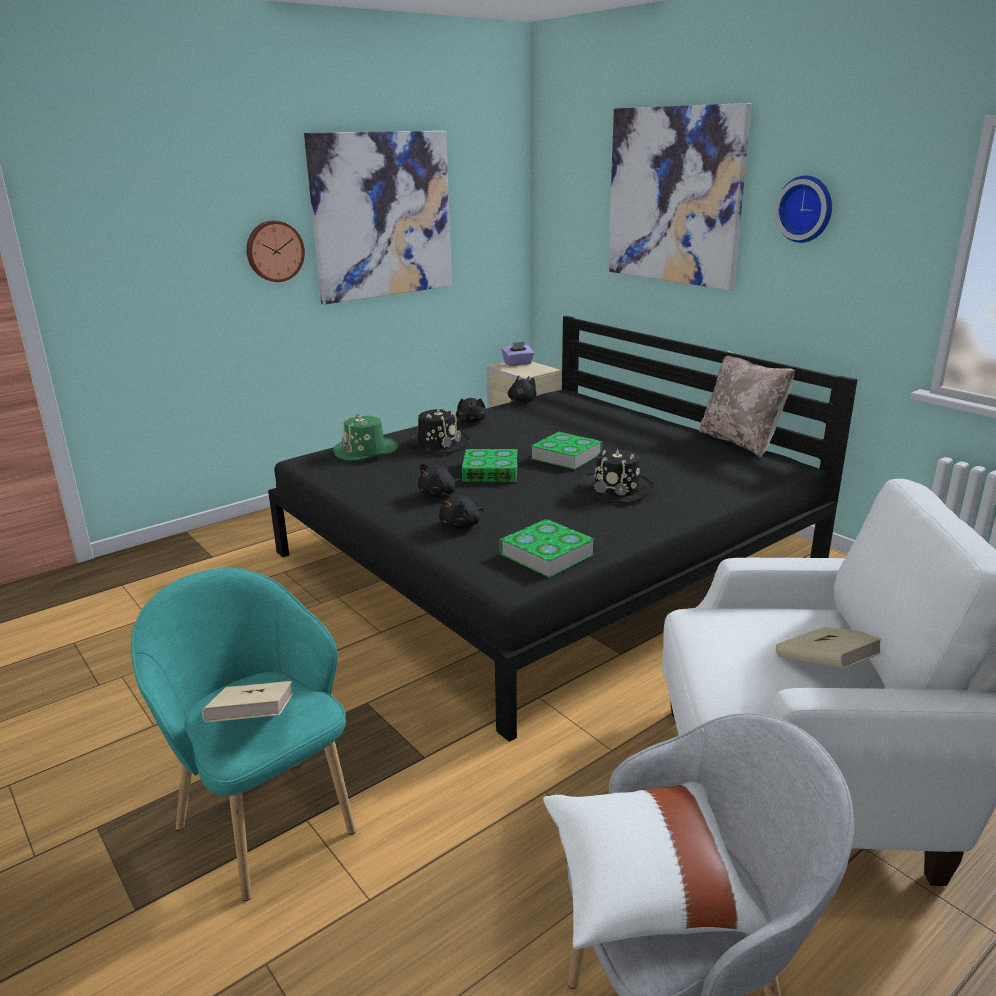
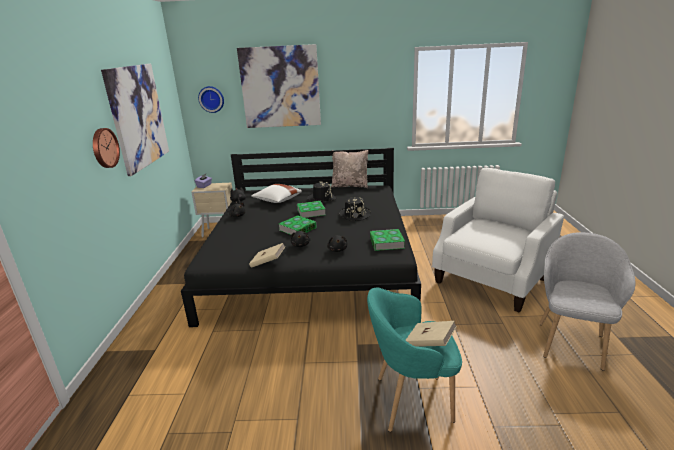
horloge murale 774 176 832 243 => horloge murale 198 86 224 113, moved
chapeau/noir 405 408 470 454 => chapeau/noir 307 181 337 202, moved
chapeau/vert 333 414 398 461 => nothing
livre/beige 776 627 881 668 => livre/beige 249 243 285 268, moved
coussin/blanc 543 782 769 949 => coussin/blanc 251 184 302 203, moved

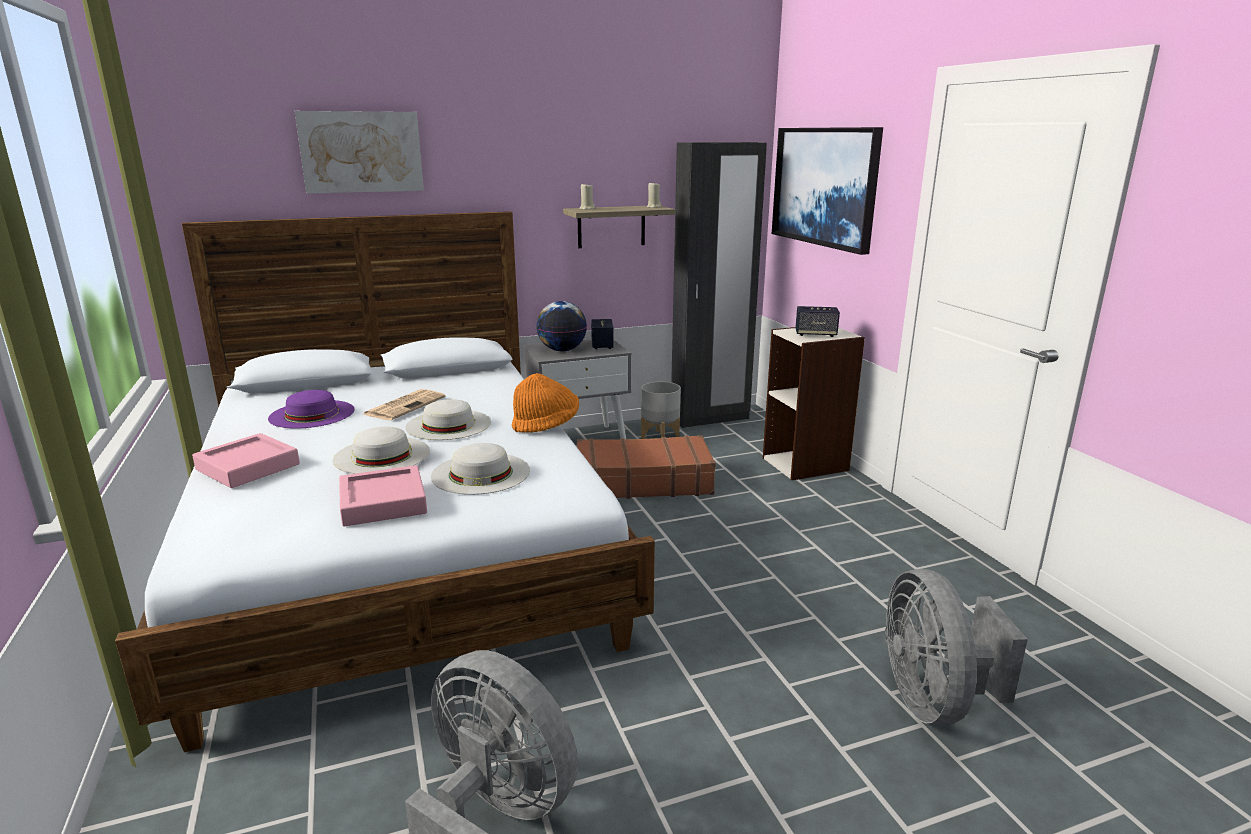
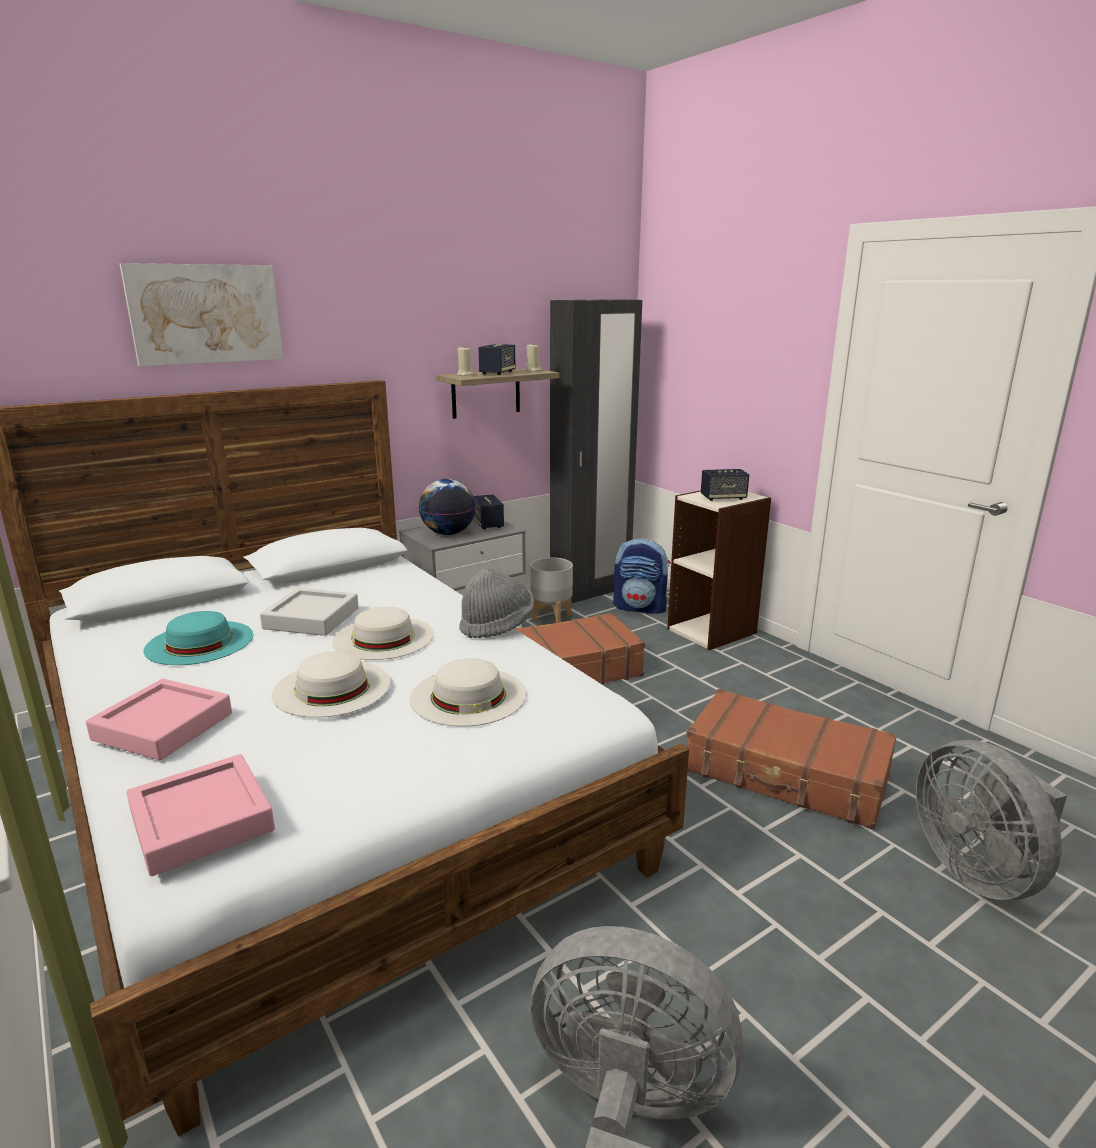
tableau 772 127 883 255 => nothing
chapeau/orange 512 373 579 433 => chapeau/gris 459 568 534 638
journal 363 389 445 420 => plateau/gris 260 588 359 636
chapeau/violet 268 390 355 429 => chapeau/turquoise 144 611 253 665
plateau/rose 339 465 427 526 => plateau/rose 126 754 275 876, moved
nothing => enceinte 478 344 515 375
nothing => sac à dos 613 538 671 614
nothing => valise/marron 686 689 897 830

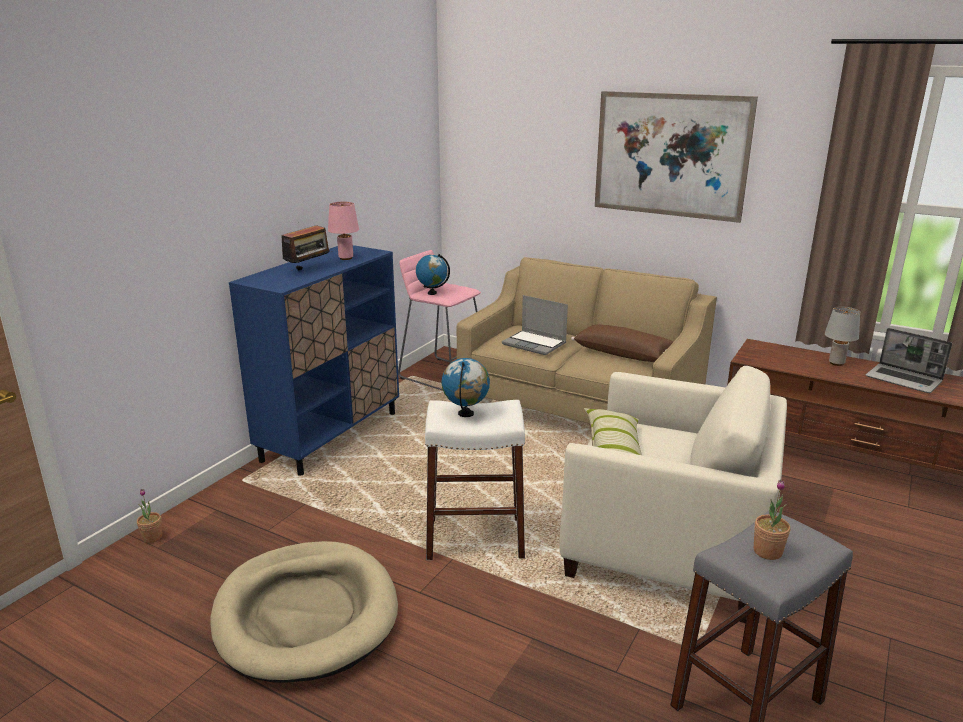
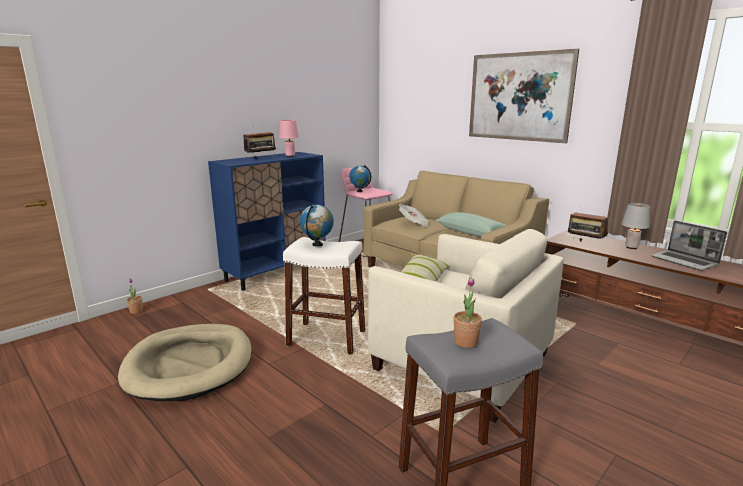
ordinateur portable 502 295 568 355 => journal 399 204 429 227
coussin/marron 571 324 674 362 => coussin/vert 436 212 506 237
nothing => radio 568 212 608 242

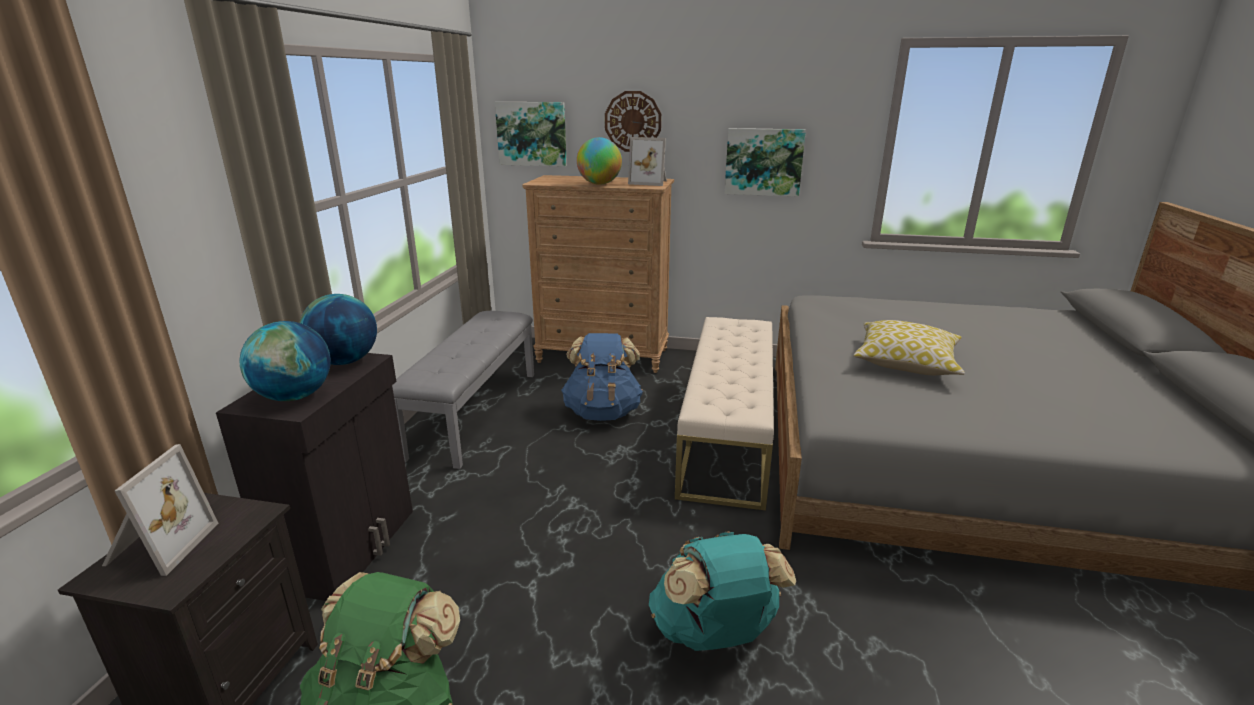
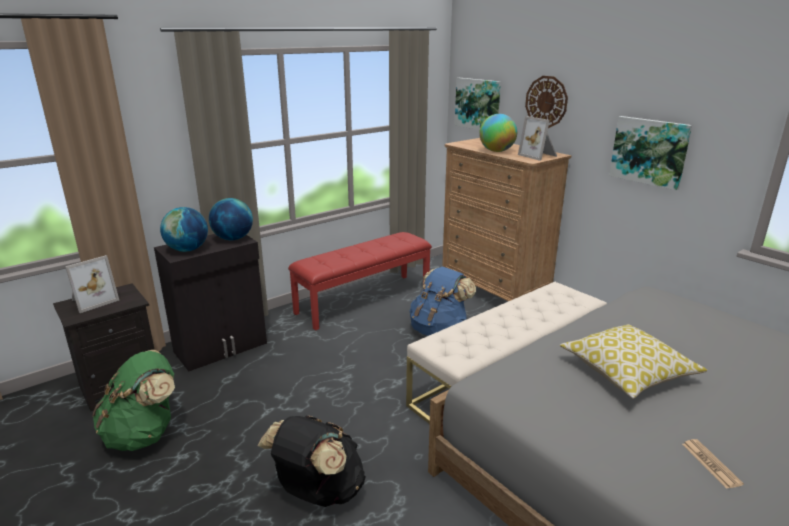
banc/gris 392 311 534 469 => banc/rouge 288 232 432 331
sac à dos/turquoise 649 531 796 651 => sac à dos/noir 258 416 366 507
nothing => journal 682 439 744 489

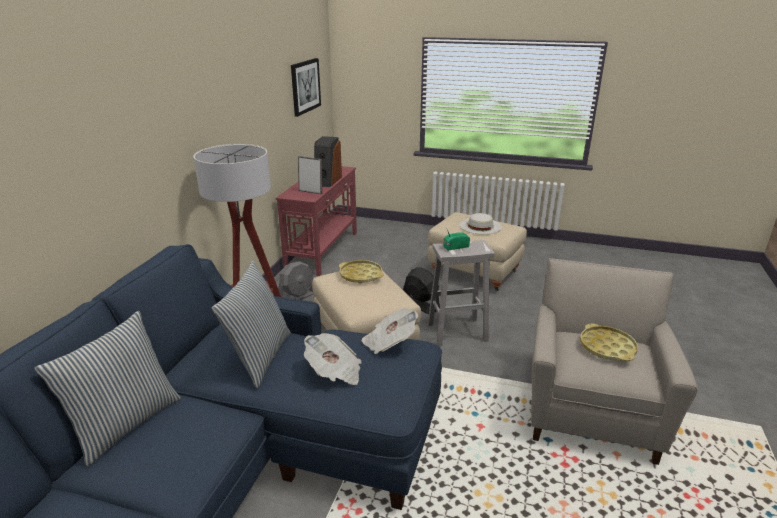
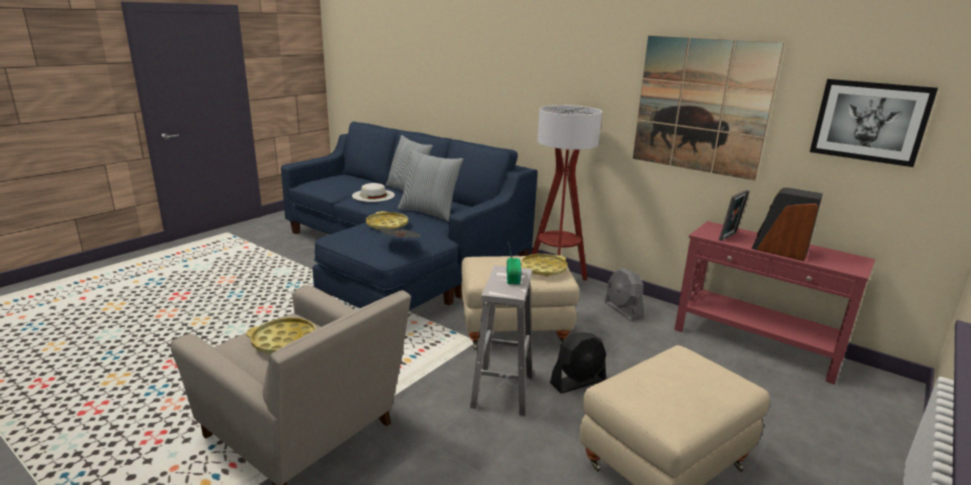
chapeau/blanc 460 213 502 234 => chapeau/blanc 352 183 395 202, moved
journal 304 333 362 385 => plateau/jaune 366 211 408 230
nothing => tableau 633 36 784 181

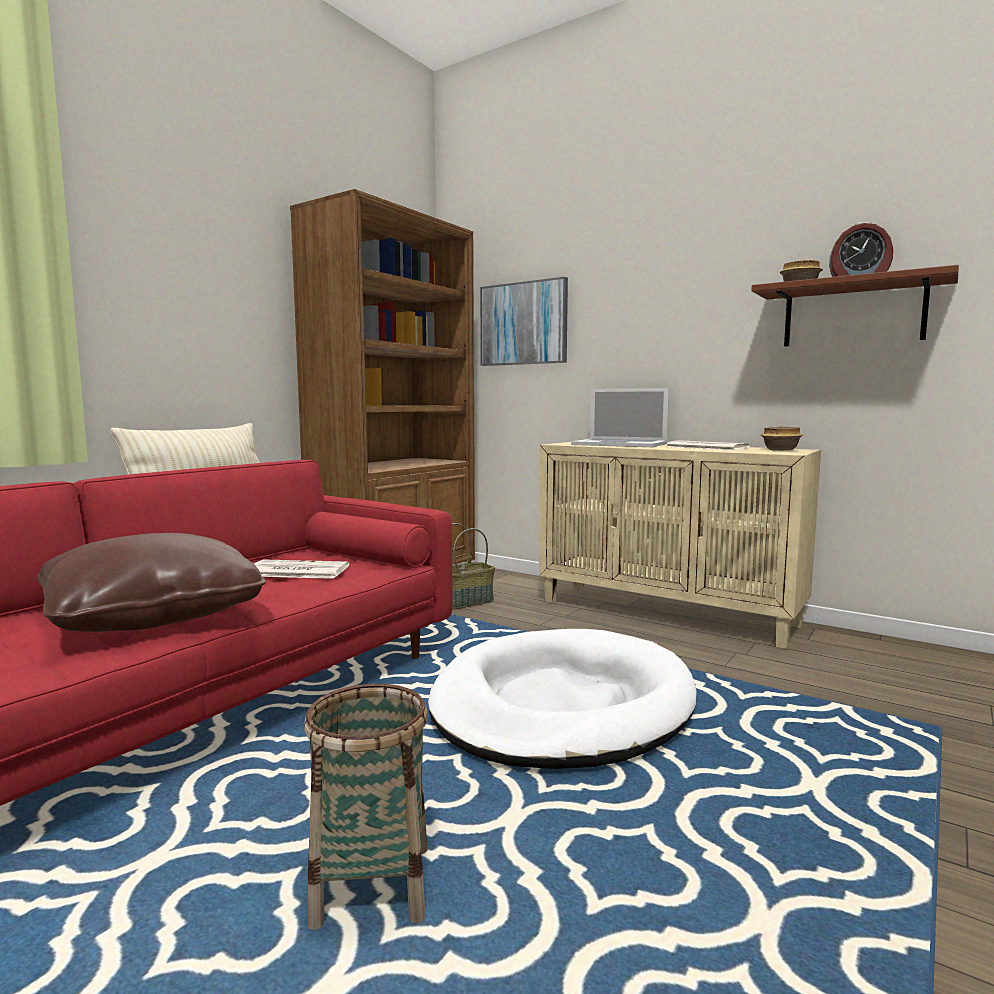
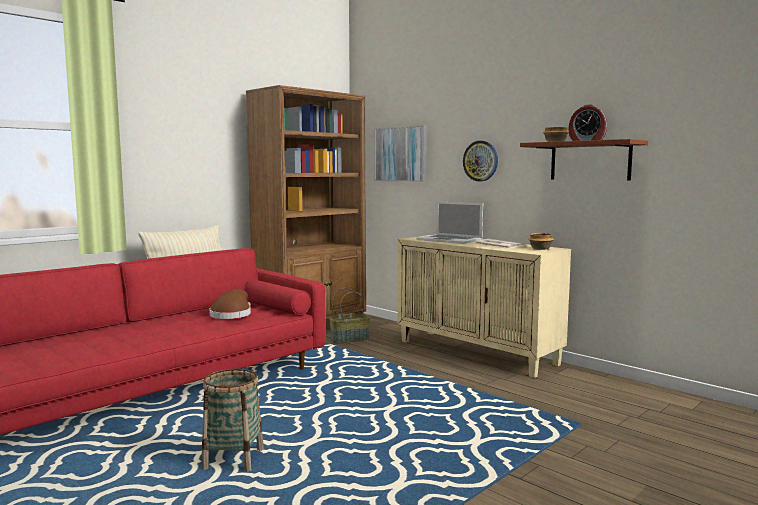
coussin/marron 37 533 266 632 => nothing
journal 254 559 349 579 => chapeau/marron 209 289 251 319
panier pour chien/blanc 428 629 696 769 => nothing
nothing => horloge murale 463 141 498 181

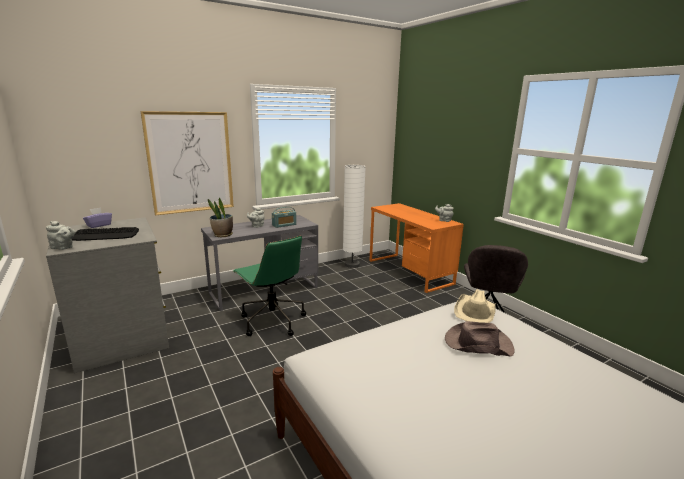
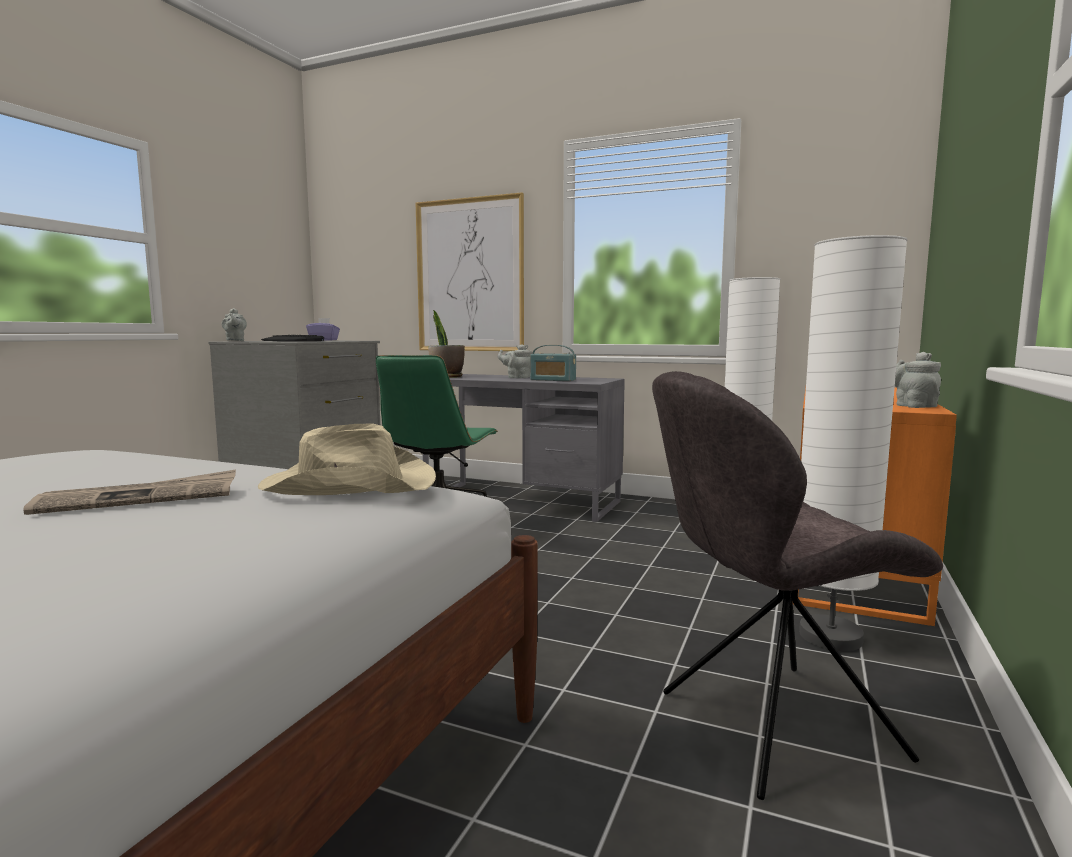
chapeau/marron 445 321 514 357 => journal 23 470 236 515
nothing => lampadaire/blanc 799 235 908 651

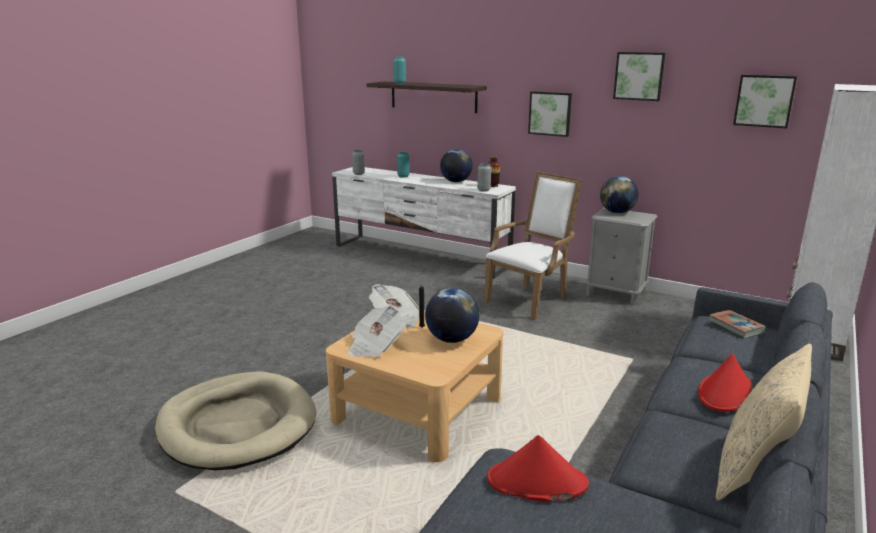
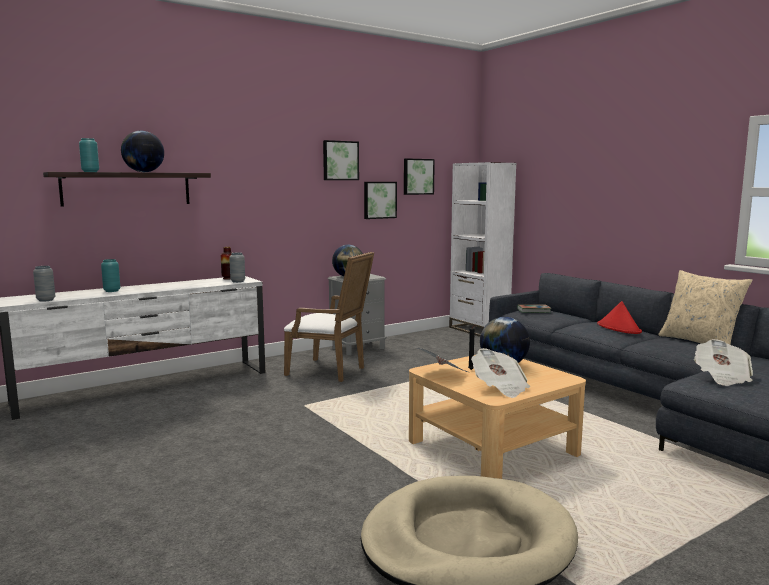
tableau 528 91 572 137 => tableau 364 182 397 219, moved
globe 440 149 473 182 => globe 121 131 164 172, moved
fauteuil/blanc 484 171 582 320 => fauteuil/blanc 284 252 374 382, 135 degrees clockwise
chapeau/rouge 487 435 589 502 => journal 694 339 753 386

